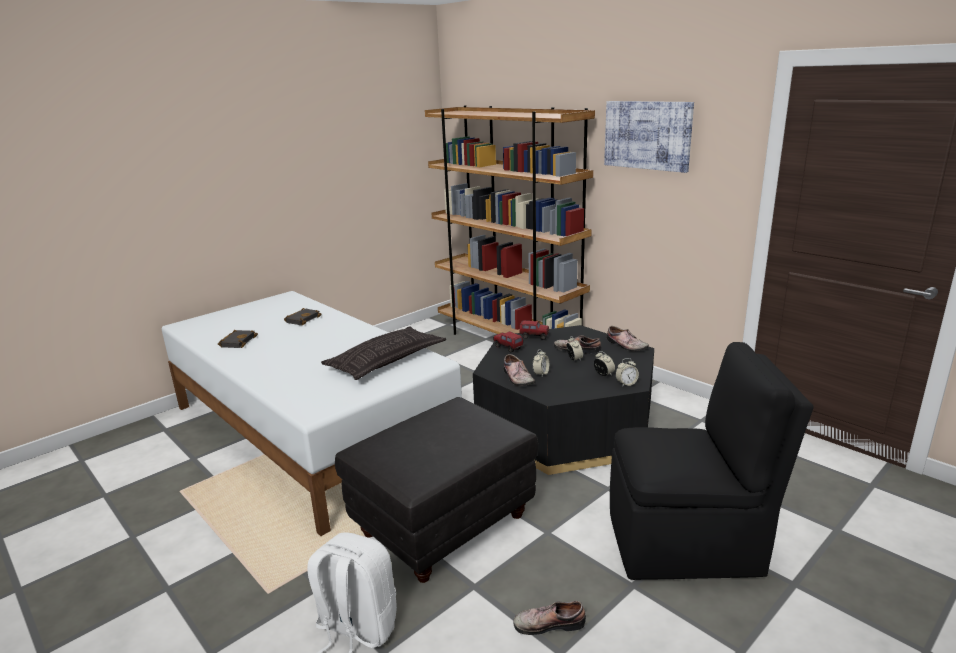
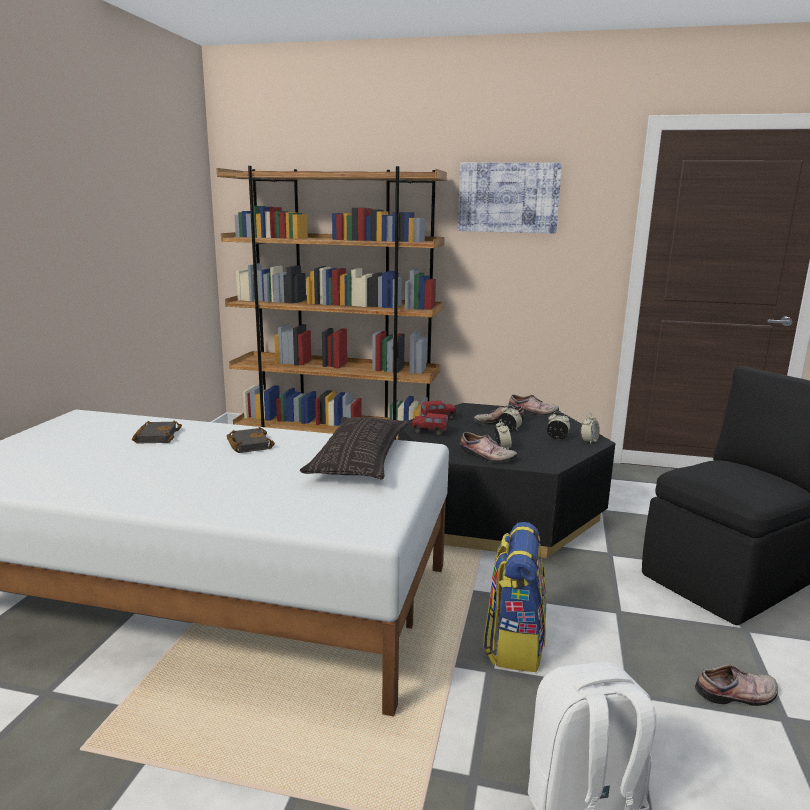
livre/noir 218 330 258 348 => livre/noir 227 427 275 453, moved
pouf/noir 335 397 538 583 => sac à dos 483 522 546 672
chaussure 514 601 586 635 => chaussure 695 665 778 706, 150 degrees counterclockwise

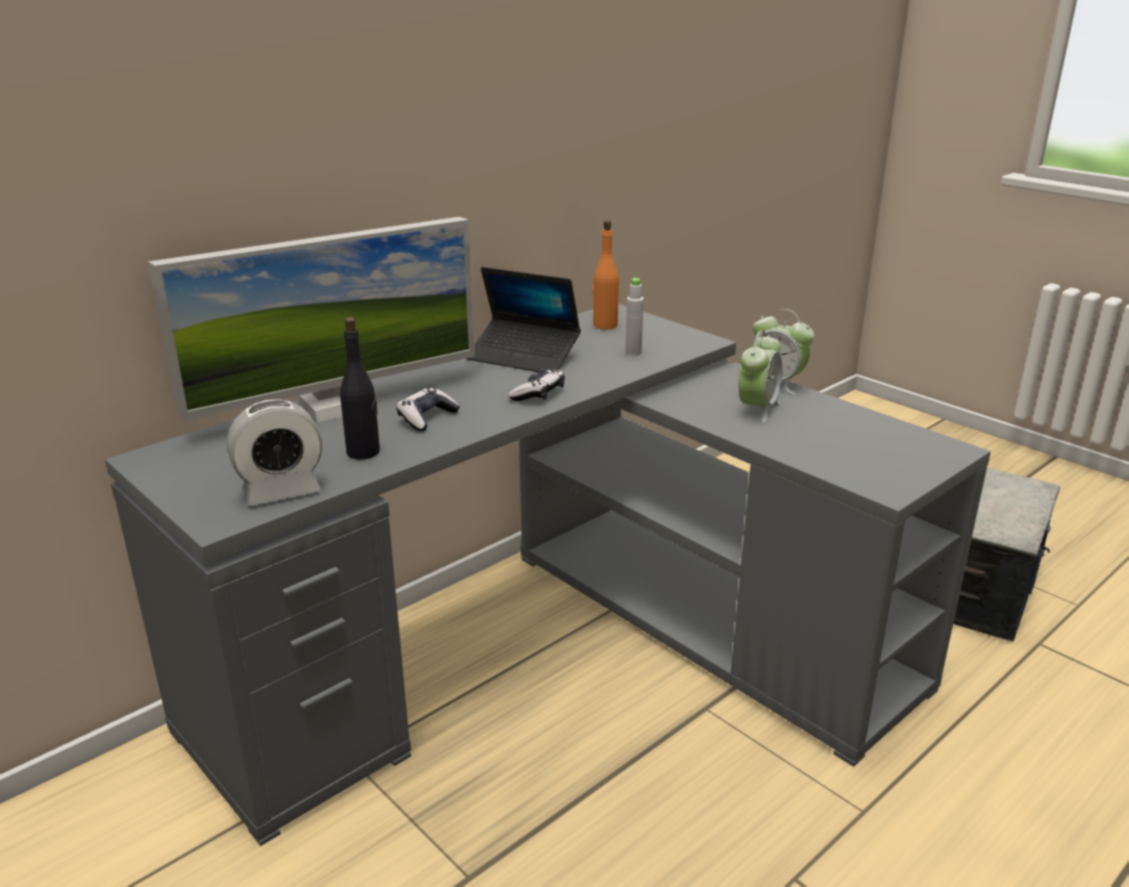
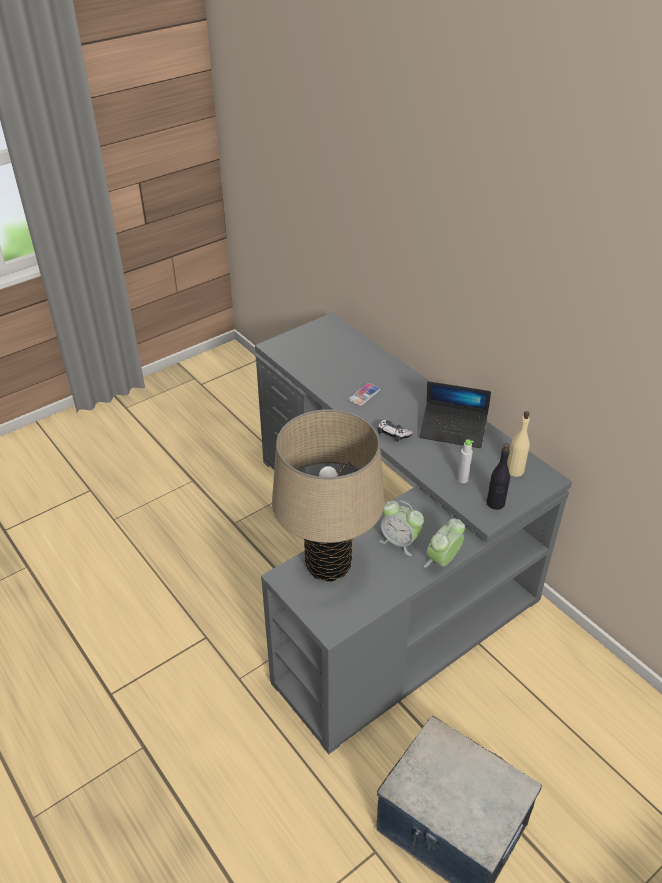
écran d'ordinateur 148 217 475 422 => nothing
bouteille/orange 593 220 619 330 => bouteille/beige 507 411 530 477
ordinateur portable 466 267 581 372 => ordinateur portable 419 381 491 448, 105 degrees counterclockwise
bouteille/noir 340 317 380 460 => bouteille/noir 487 443 510 510, moved
manette 396 388 460 431 => téléphone 349 383 380 406
réveil 227 399 322 506 => nothing
nothing => lampe de table/beige 272 409 385 582

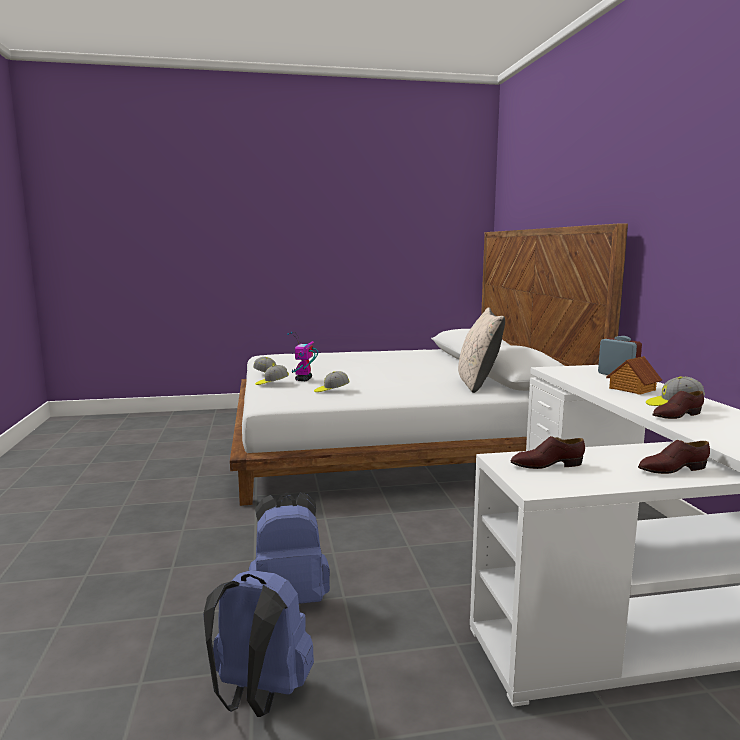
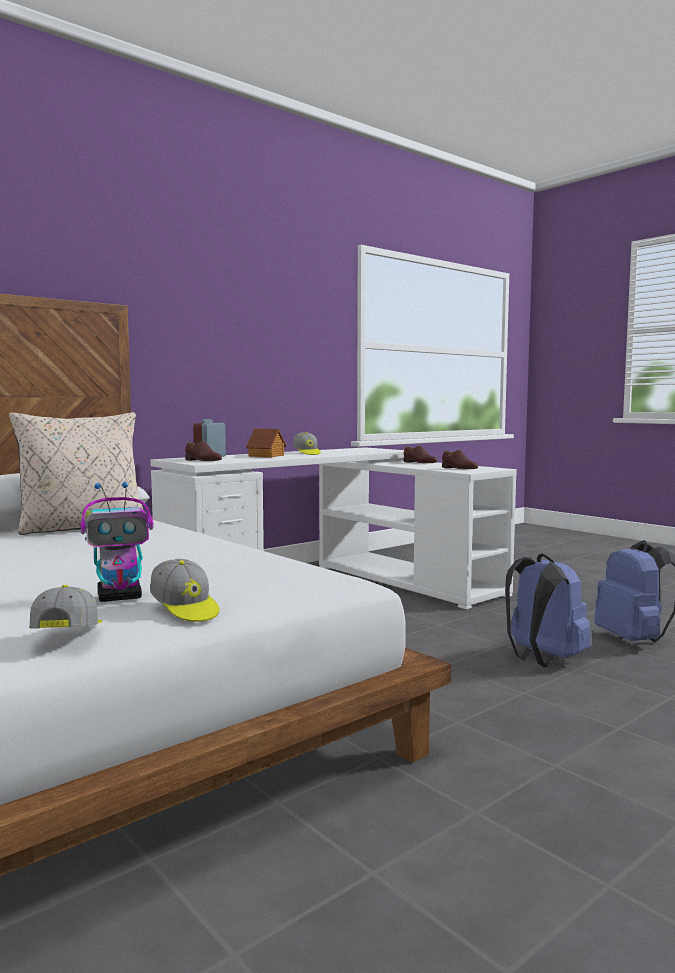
casquette 314 371 349 392 => nothing
chaussure/marron 653 391 704 419 => chaussure/marron 185 441 222 461, moved

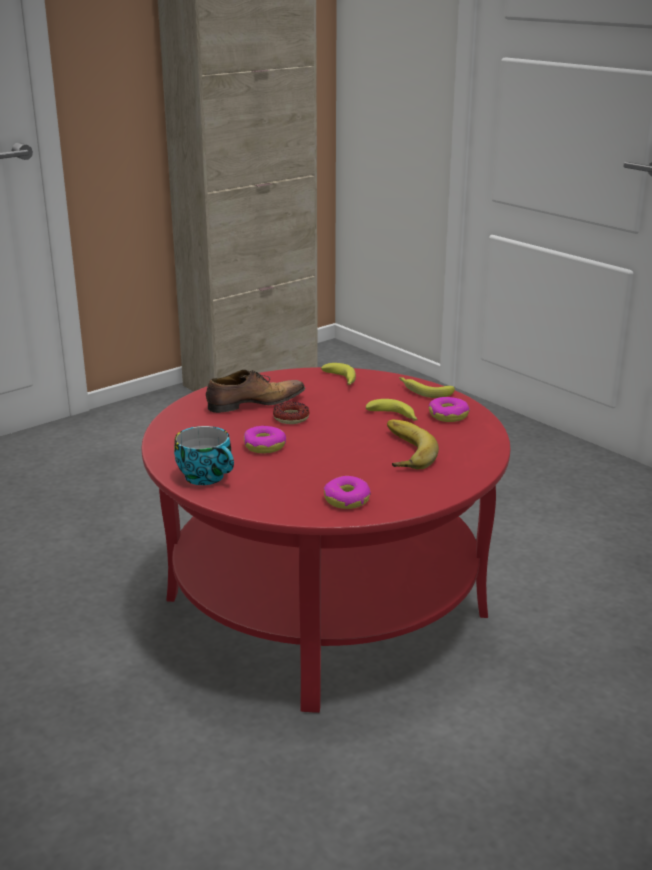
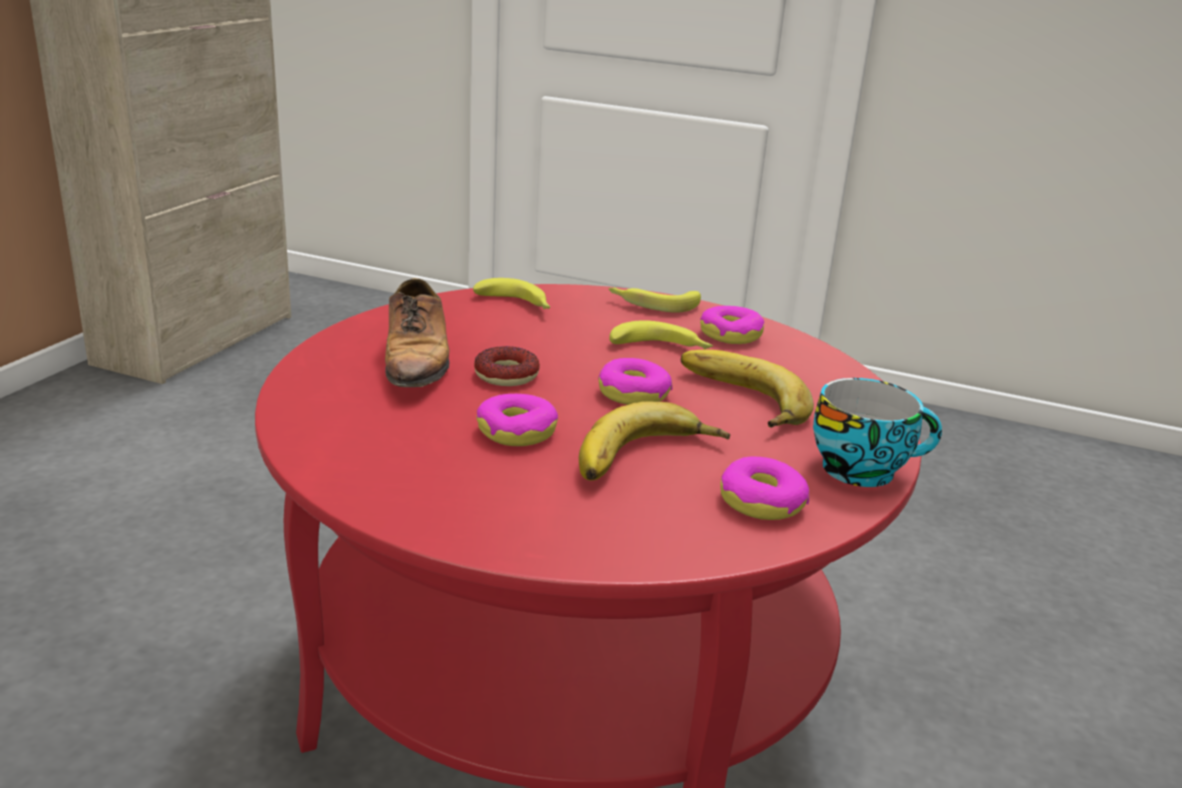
chaussure 206 370 305 413 => chaussure 385 278 449 399, 135 degrees clockwise
tasse 174 426 234 485 => tasse 813 378 942 487, moved
nothing => beignet 598 358 673 405
nothing => banane 579 401 730 481

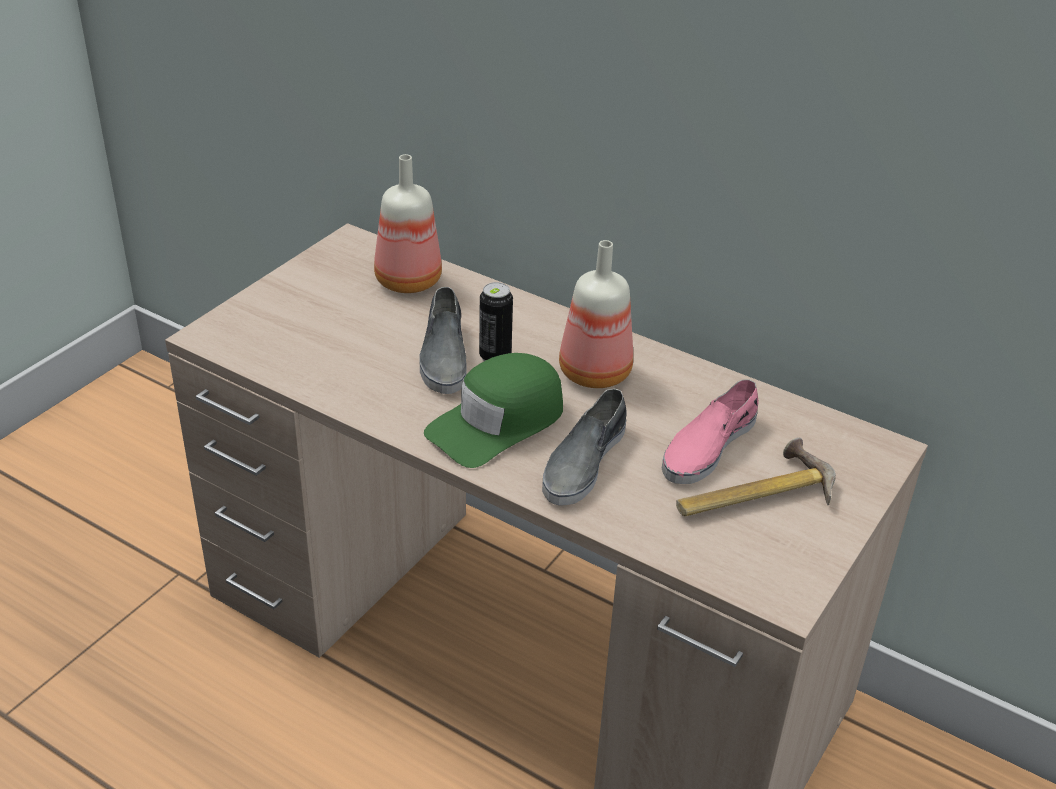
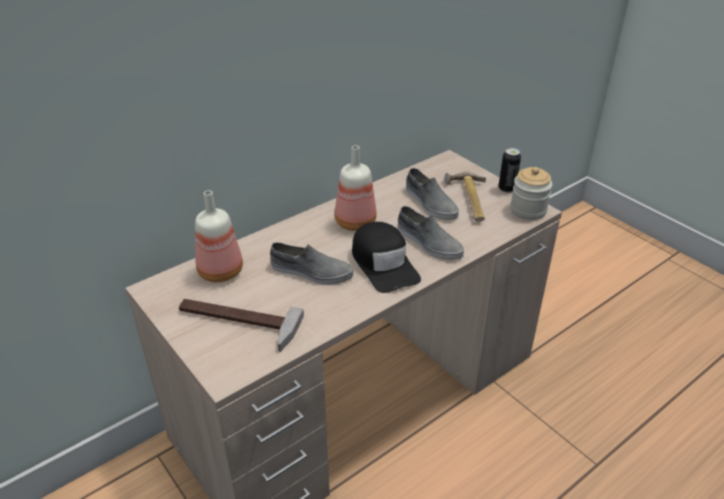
boîte métallique 479 282 513 361 => boîte métallique 499 148 521 193, moved
casquette/vert 424 353 563 468 => casquette/noir 352 222 421 293
chaussure/rose 662 379 759 484 => chaussure/gris 406 168 459 220
nothing => bocal 510 167 553 220
nothing => marteau 179 299 304 352

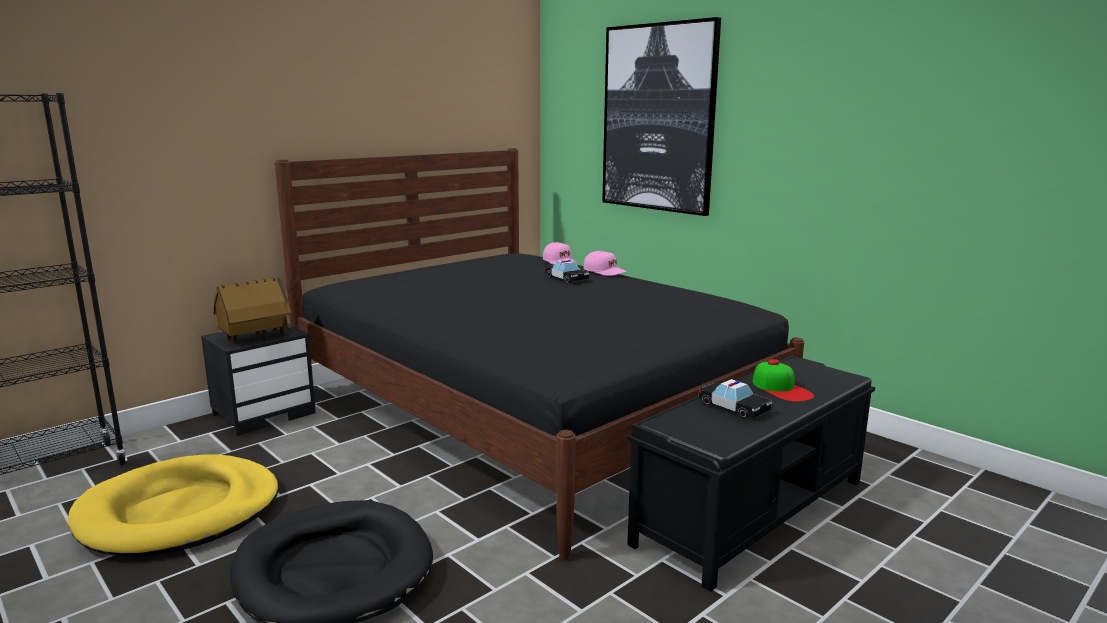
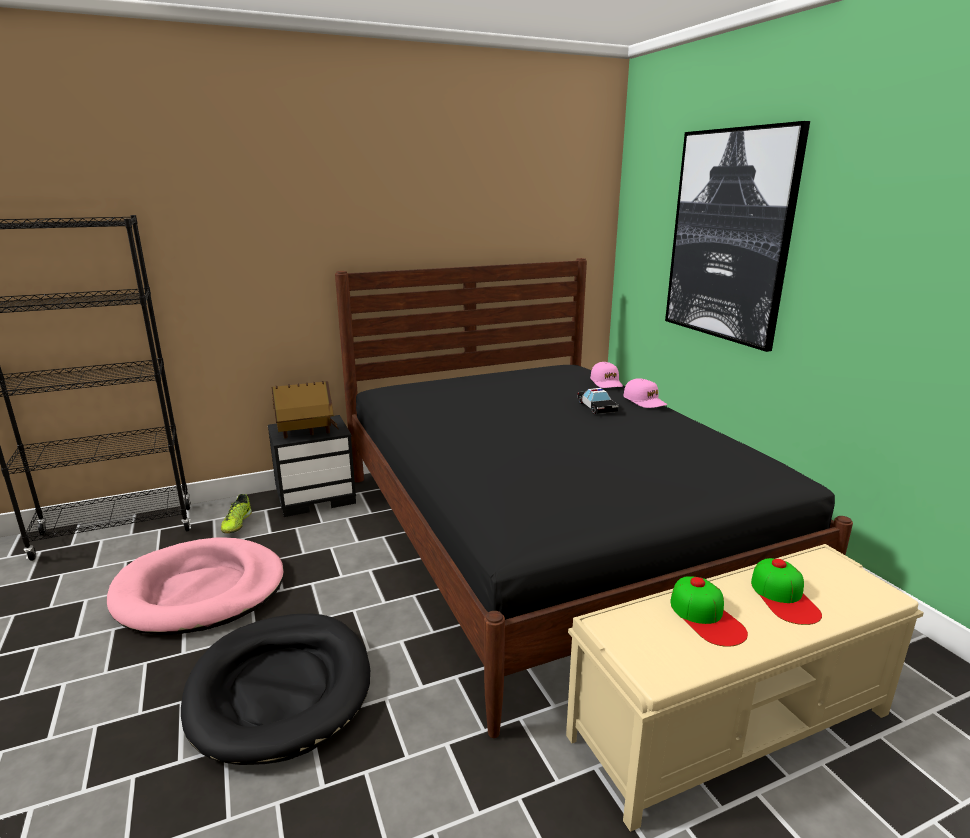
banc/noir 627 355 875 592 => banc/beige 566 544 924 832
petite voiture 698 379 772 419 => casquette 670 576 748 647
panier pour chien/jaune 68 454 279 557 => panier pour chien/rose 107 538 284 635
nothing => chaussure 221 494 252 533

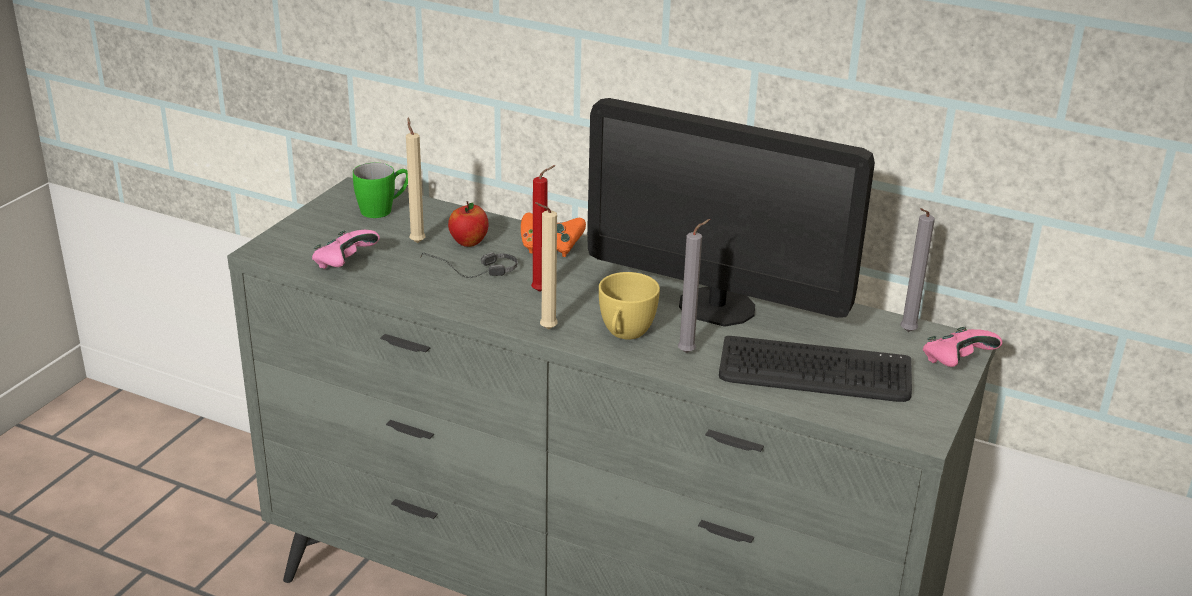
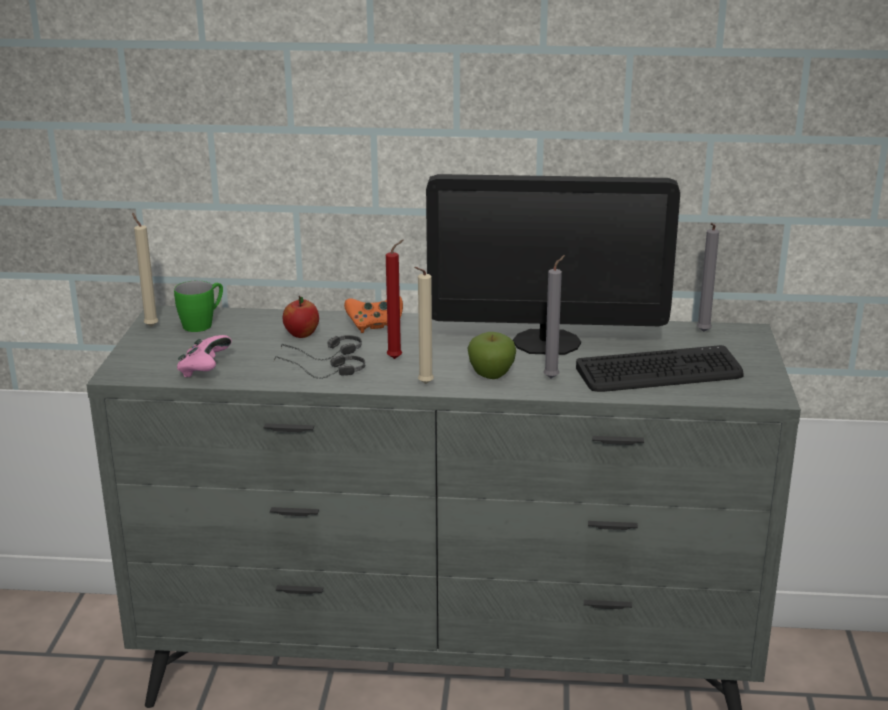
bougie/beige 406 118 425 243 => bougie/beige 132 213 159 327, moved
tasse/jaune 599 272 660 340 => pomme 468 332 516 379
manette/rose 923 327 1002 367 => nothing
nothing => casque audio 274 355 365 379

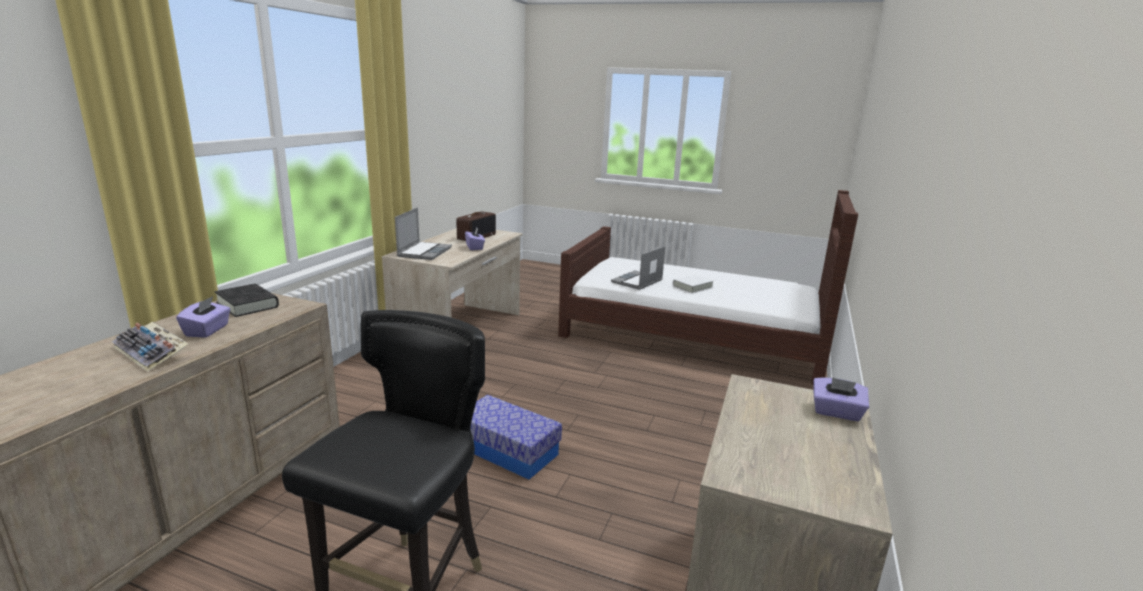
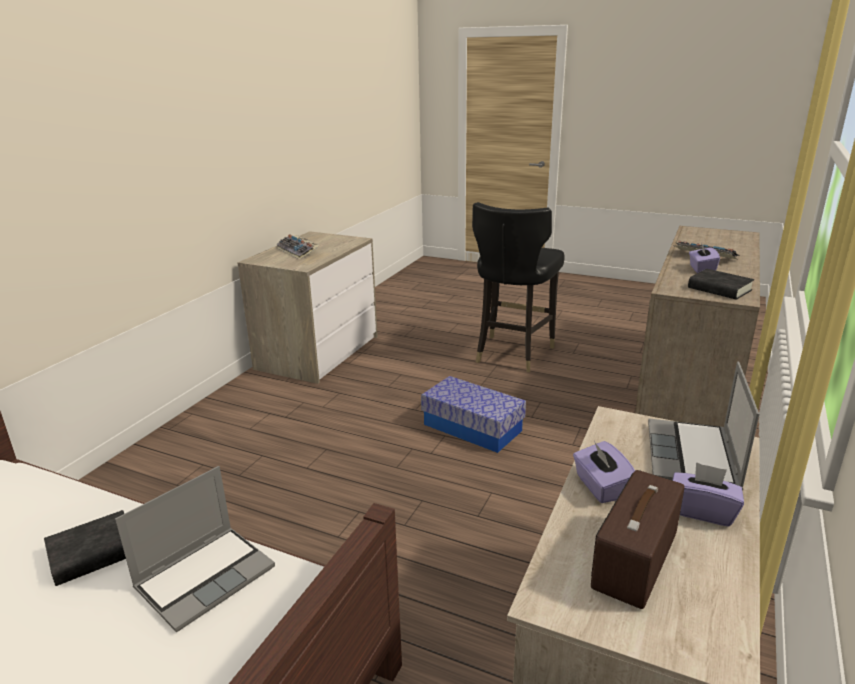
livre/blanc 672 275 714 294 => livre/noir 44 510 126 586
boîte à mouchoirs/violet 813 377 869 421 => boîte à mouchoirs/violet 672 462 744 526, moved
nothing => clavier 276 234 320 259

